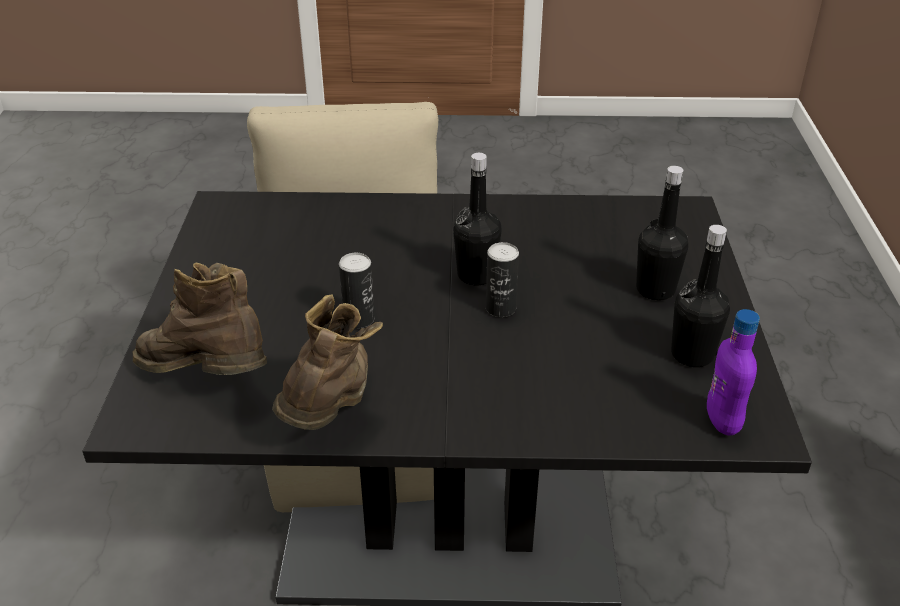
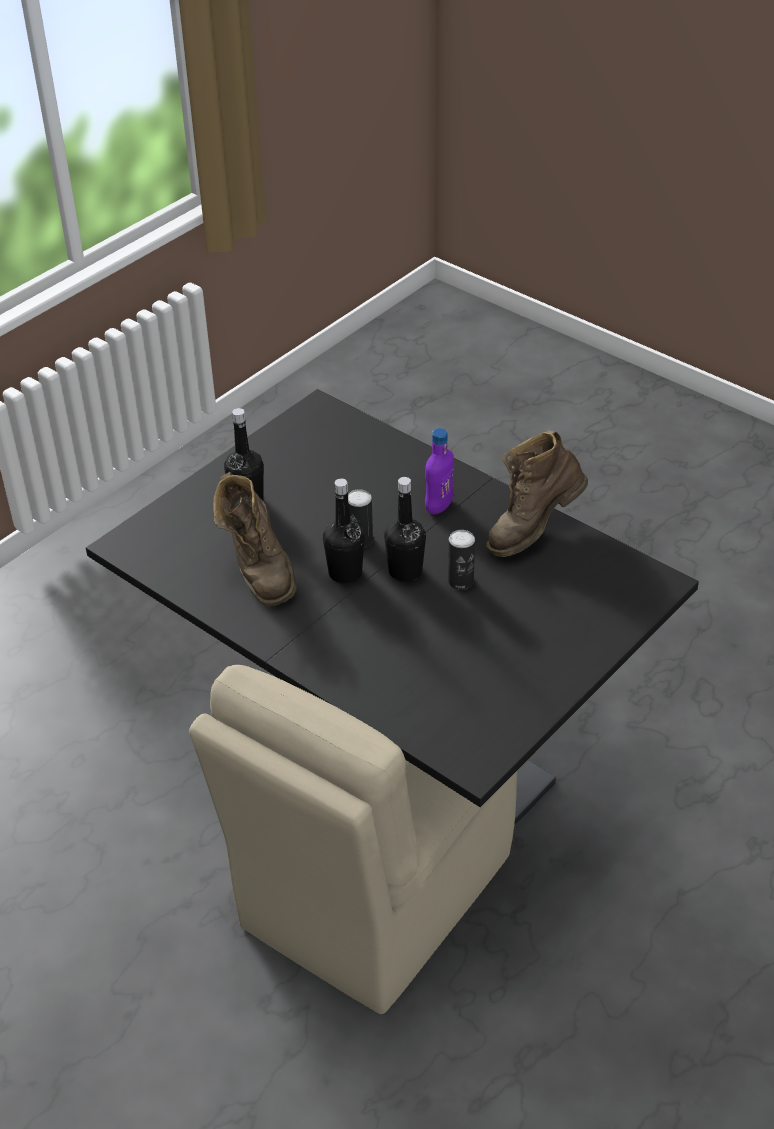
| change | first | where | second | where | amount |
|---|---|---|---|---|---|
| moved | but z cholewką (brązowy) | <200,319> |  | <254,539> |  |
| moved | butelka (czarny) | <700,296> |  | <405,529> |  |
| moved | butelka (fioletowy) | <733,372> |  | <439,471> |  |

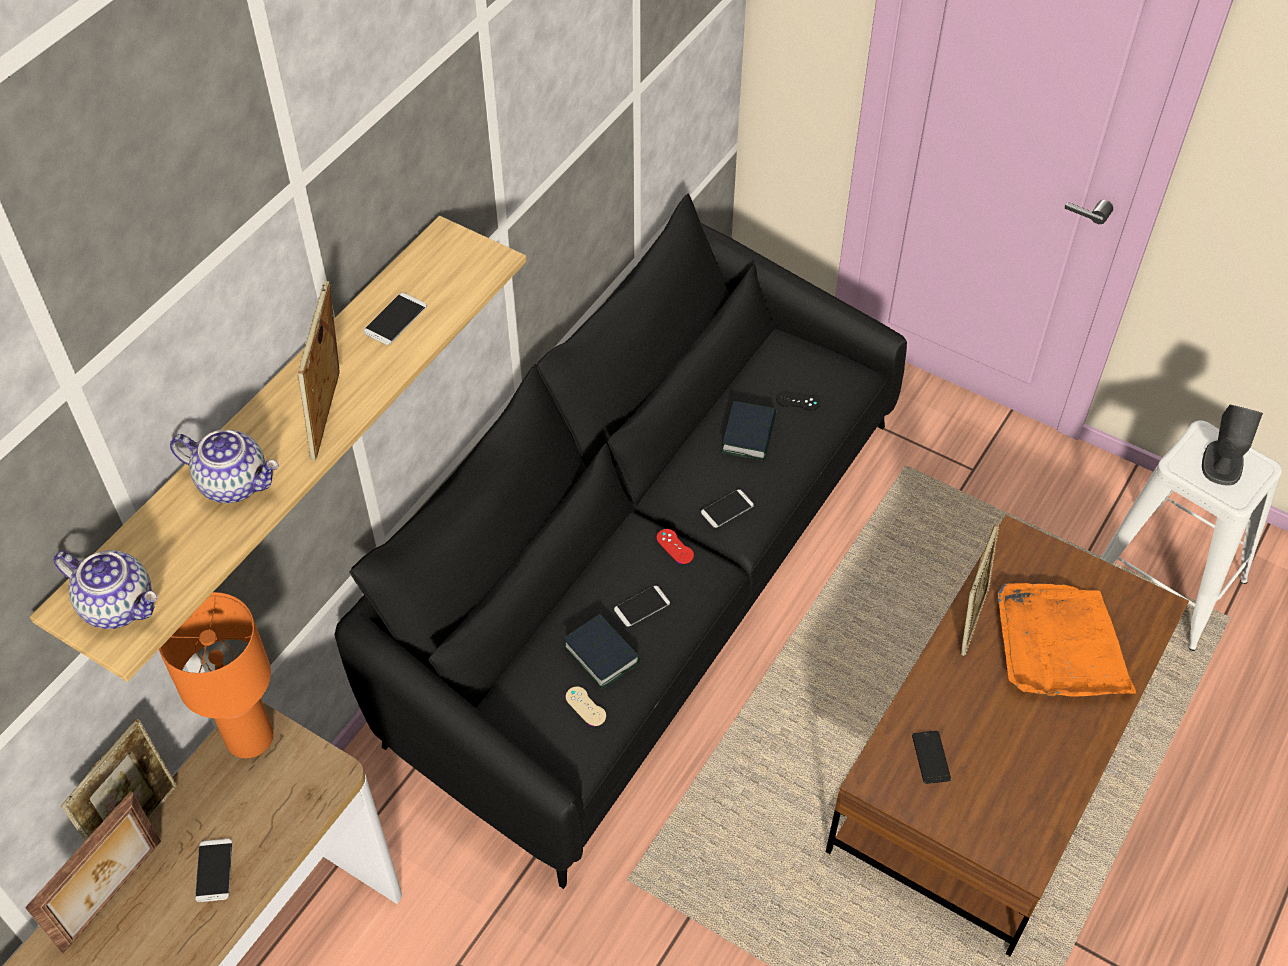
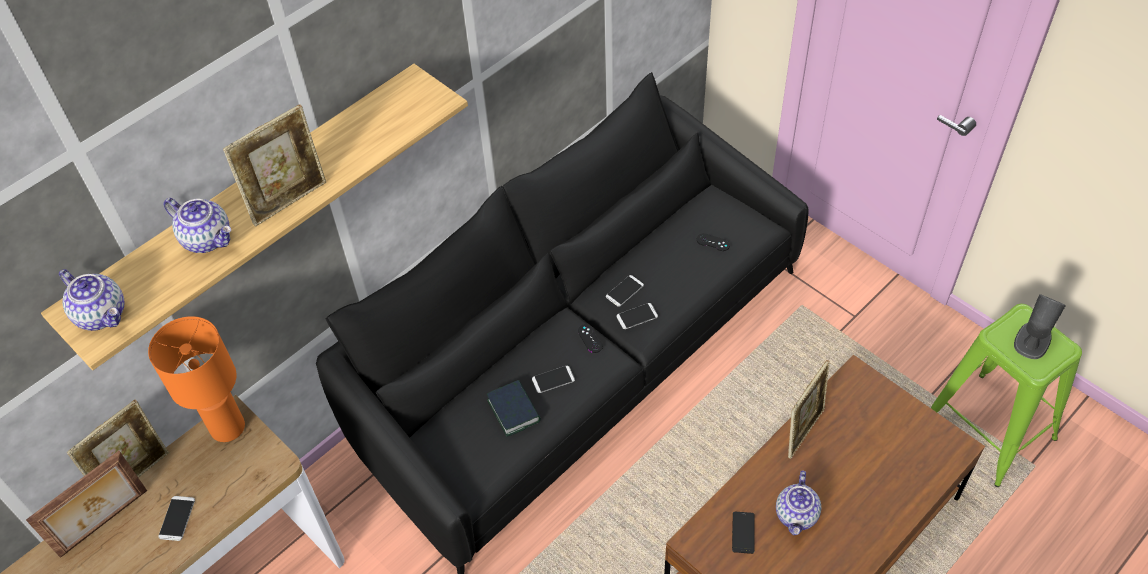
| change | first | where | second | where | amount |
|---|---|---|---|---|---|
| turned | ramka na zdjęcie | <318,370> |  | <274,165> | 150 degrees counterclockwise |
| moved | telefon | <395,319> |  | <625,291> |  |
| removed | pad do gier (beżowy) | <586,706> |  |  |  |
| recoloured | pad do gier (czerwony) | <675,546> | pad do gier (czarny) | <590,338> |  |
| removed | książka | <748,431> |  |  |  |
| removed | taca (pomarańczowy) | <1067,640> |  |  |  |
| recoloured | stołek (biały) | <1191,535> | stołek (zielony) | <1006,395> |  |
| added |  |  | imbryk | <798,503> |  |

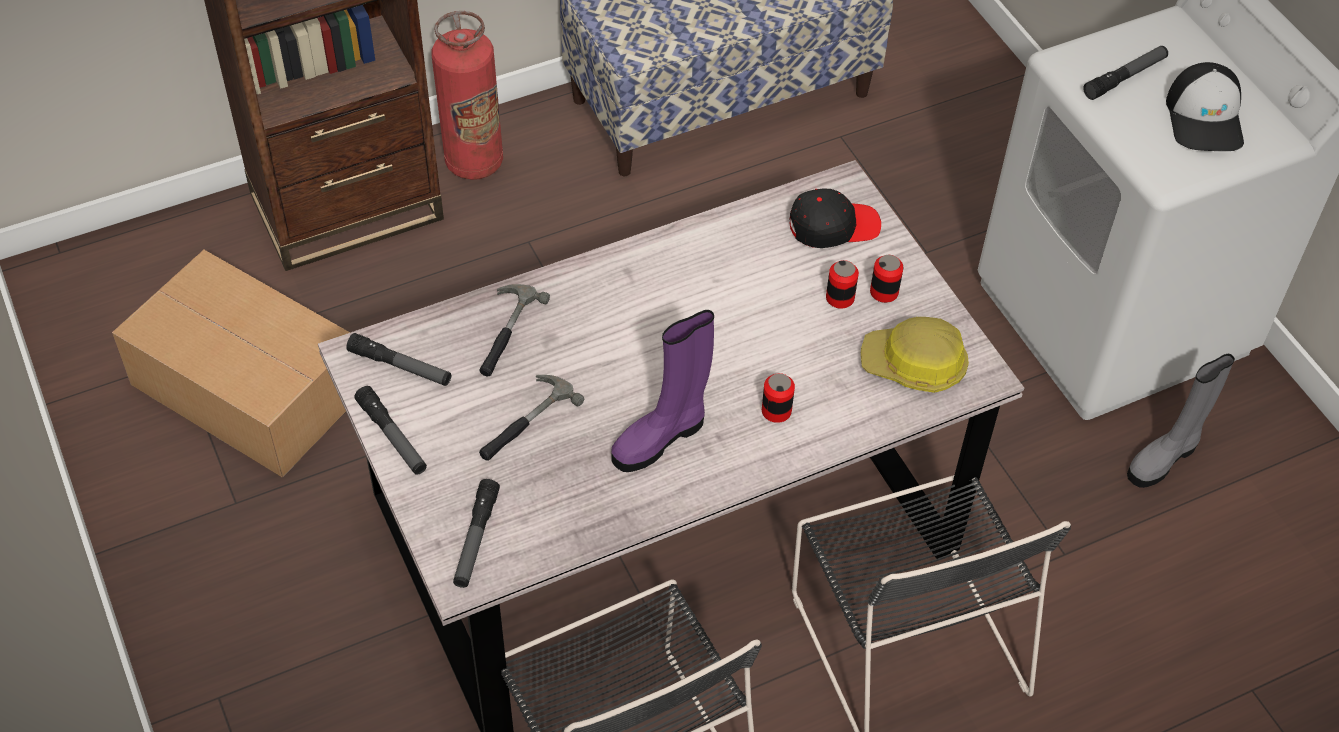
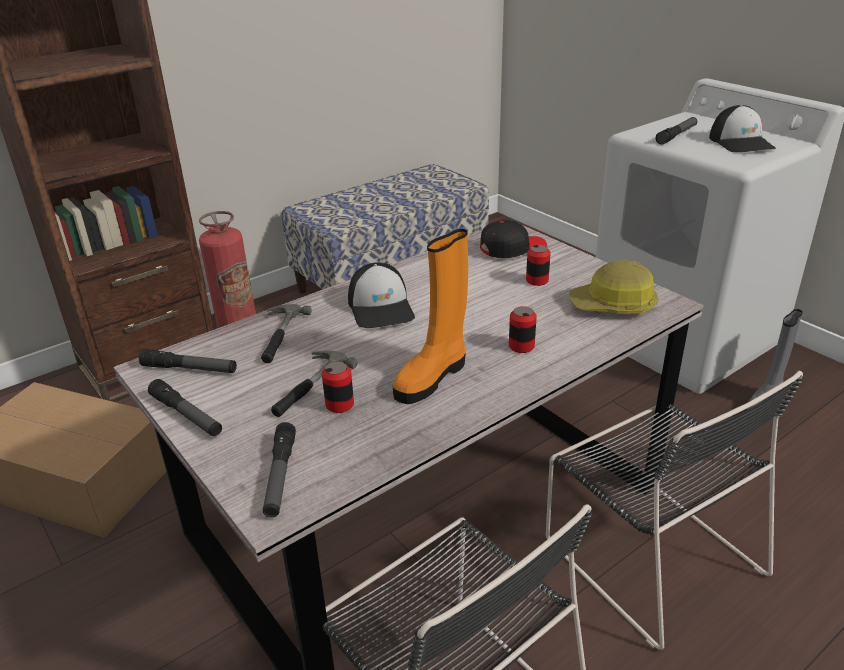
| change | first | where | second | where | amount |
|---|---|---|---|---|---|
| recoloured | but z cholewką (fioletowy) | <662,391> | but z cholewką (pomarańczowy) | <430,316> |  |
| moved | puszka | <886,279> |  | <338,387> |  |
| added |  |  | czapka z daszkiem | <381,295> |  |

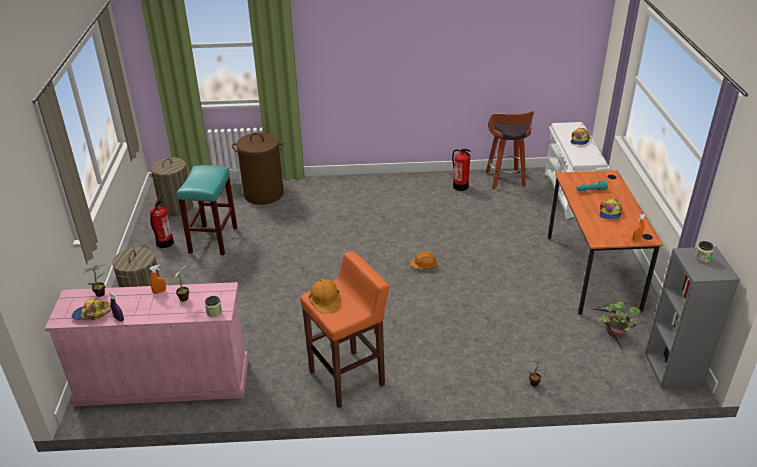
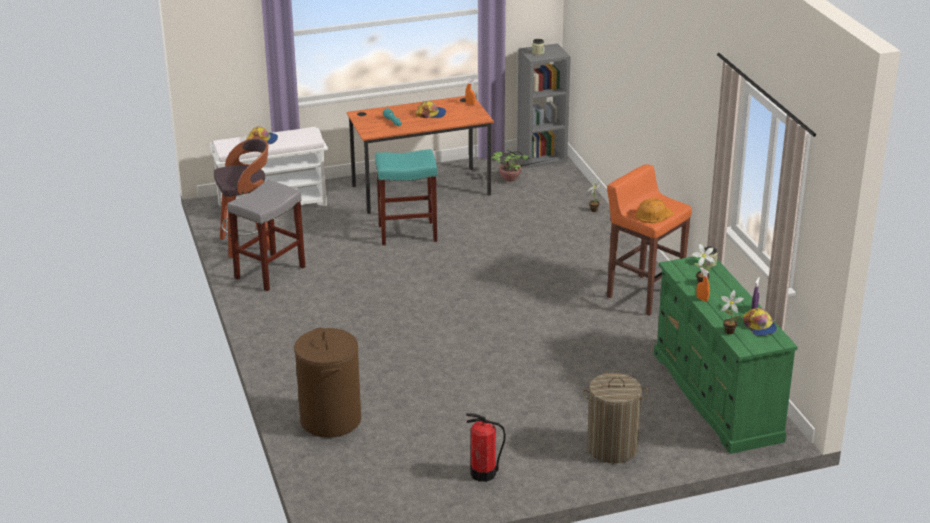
| change | first | where | second | where | amount |
|---|---|---|---|---|---|
| recoloured | komoda (różowy) | <146,344> | komoda (zielony) | <726,355> |  |
| removed | kosz na pranie | <171,186> |  |  |  |
| moved | stołek (turkusowy) | <207,210> |  | <406,197> |  |
| removed | kask (pomarańczowy) | <424,260> |  |  |  |
| replaced | gaśnica | <461,170> | stołek (szary) | <266,236> |  |

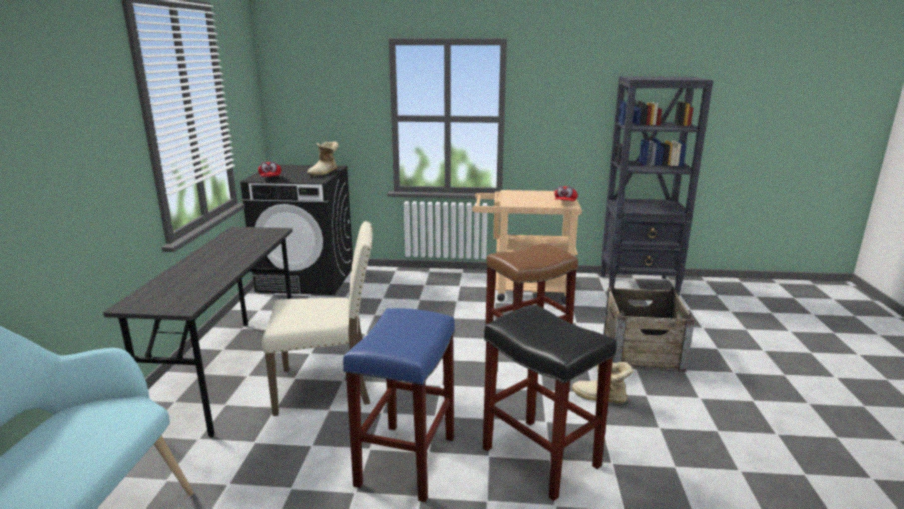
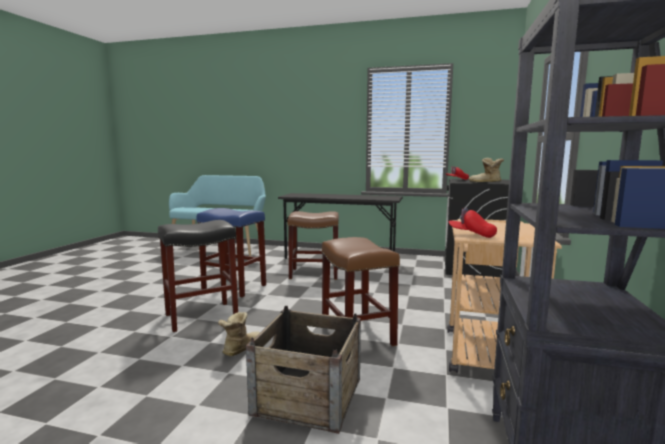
| change | first | where | second | where | amount |
|---|---|---|---|---|---|
| replaced | krzesło (beżowy) | <317,318> | stołek (brązowy) | <313,245> |  |

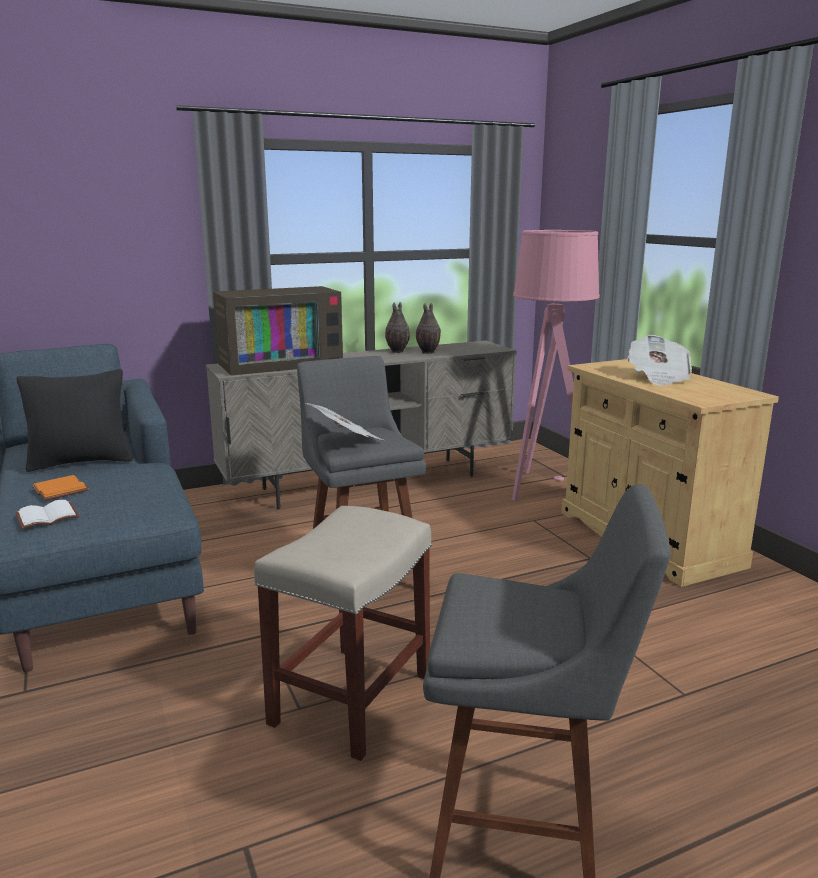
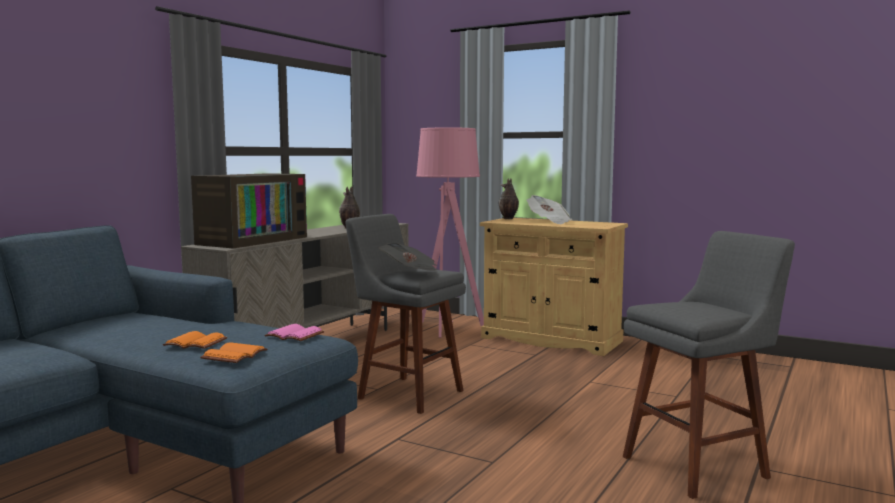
| change | first | where | second | where | amount |
|---|---|---|---|---|---|
| recoloured | książka (biały) | <47,514> | książka (pomarańczowy) | <233,353> |  |
| removed | poduszka (czarny) | <75,420> |  |  |  |
| removed | stołek (beżowy) | <343,633> |  |  |  |
| moved | wazon | <397,327> |  | <509,198> |  |
| added |  |  | książka (różowy) | <294,332> |  |

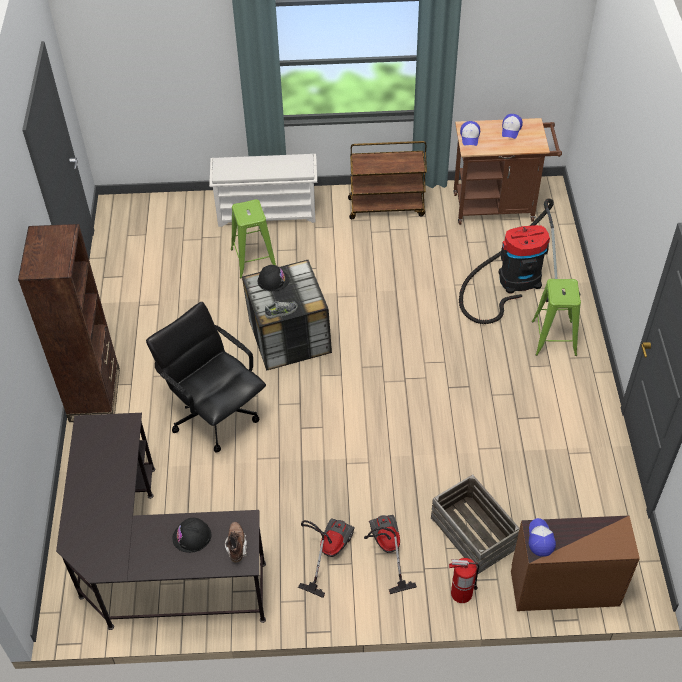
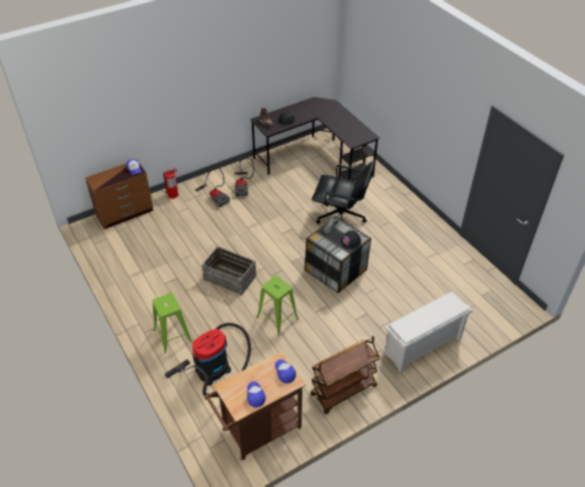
| change | first | where | second | where | amount |
|---|---|---|---|---|---|
| removed | regał (brązowy) | <69,323> |  |  |  |
| moved | stołek (zielony) | <253,238> |  | <278,306> |  |
| moved | skrzynka | <475,524> |  | <229,271> |  |

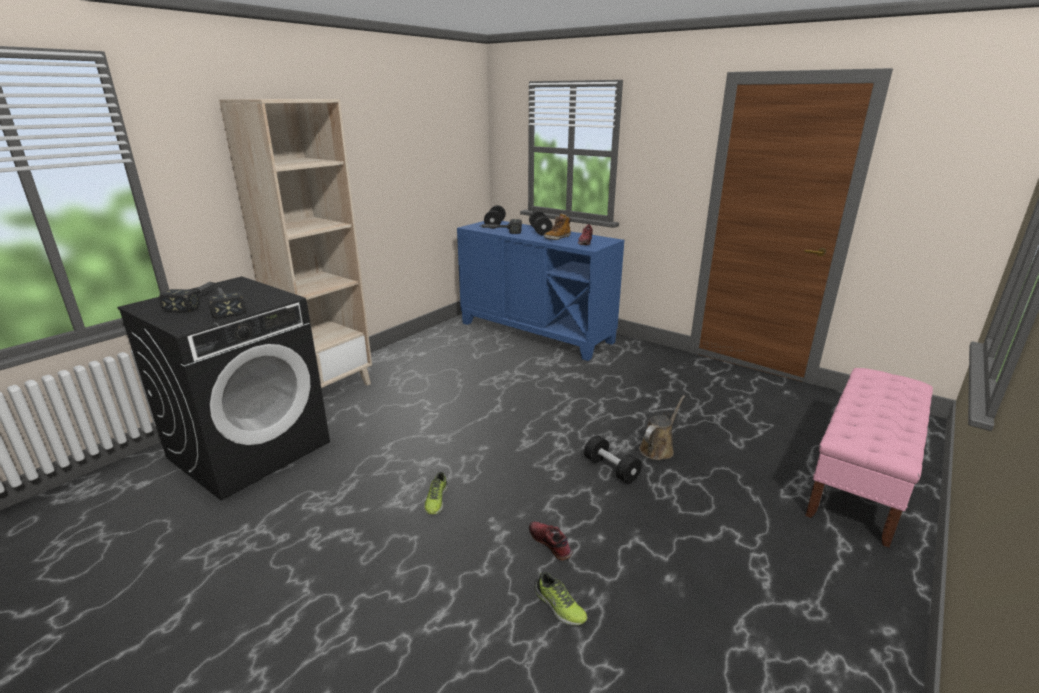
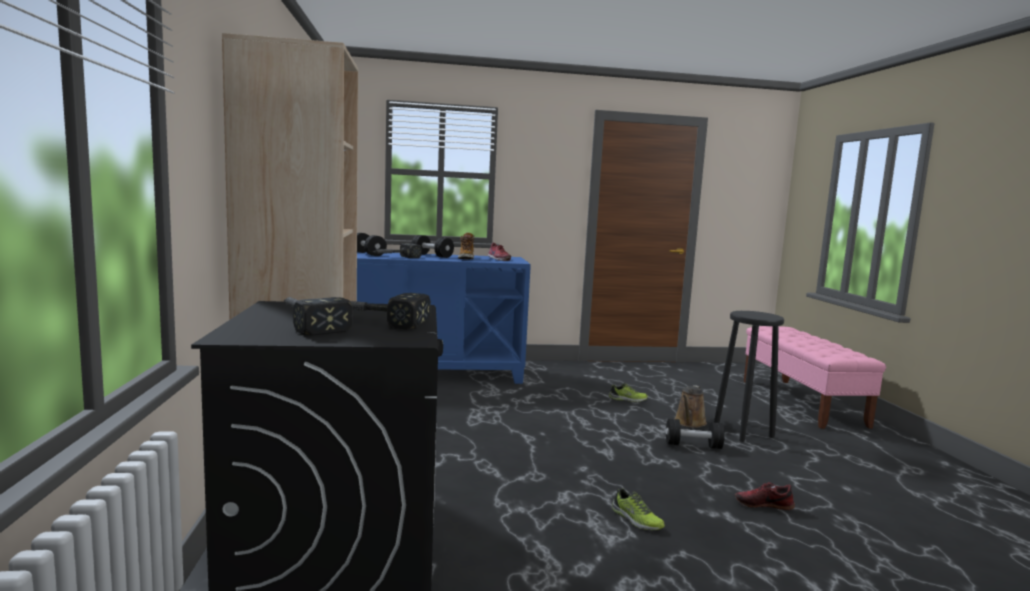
| change | first | where | second | where | amount |
|---|---|---|---|---|---|
| moved | but | <561,598> |  | <628,392> |  |
| turned | konewka (brązowy) | <662,427> |  | <691,406> | 150 degrees counterclockwise |
| added |  |  | stołek (czarny) | <749,376> |  |

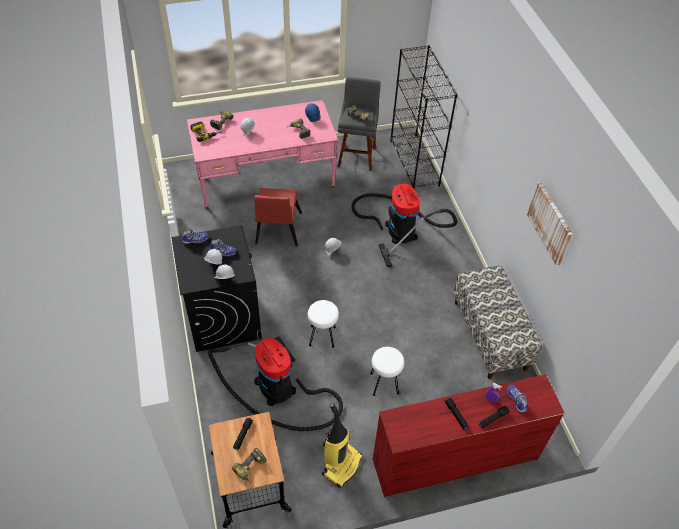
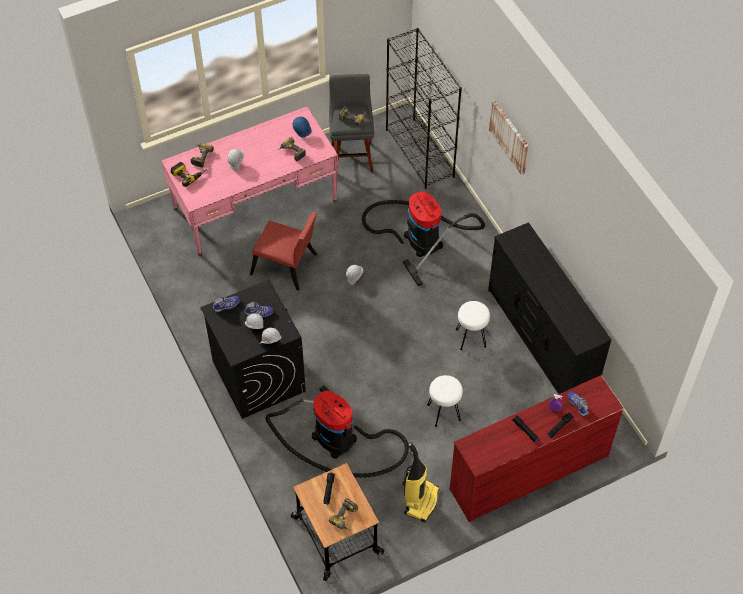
| change | first | where | second | where | amount |
|---|---|---|---|---|---|
| turned | krzesło (czerwony) | <278,217> |  | <284,251> | 60 degrees counterclockwise |
| moved | stołek (biały) | <323,324> |  | <473,325> |  |
| replaced | ławka | <497,322> | komoda (czarny) | <550,308> |  |
| moved | obraz | <550,224> |  | <509,137> |  |

